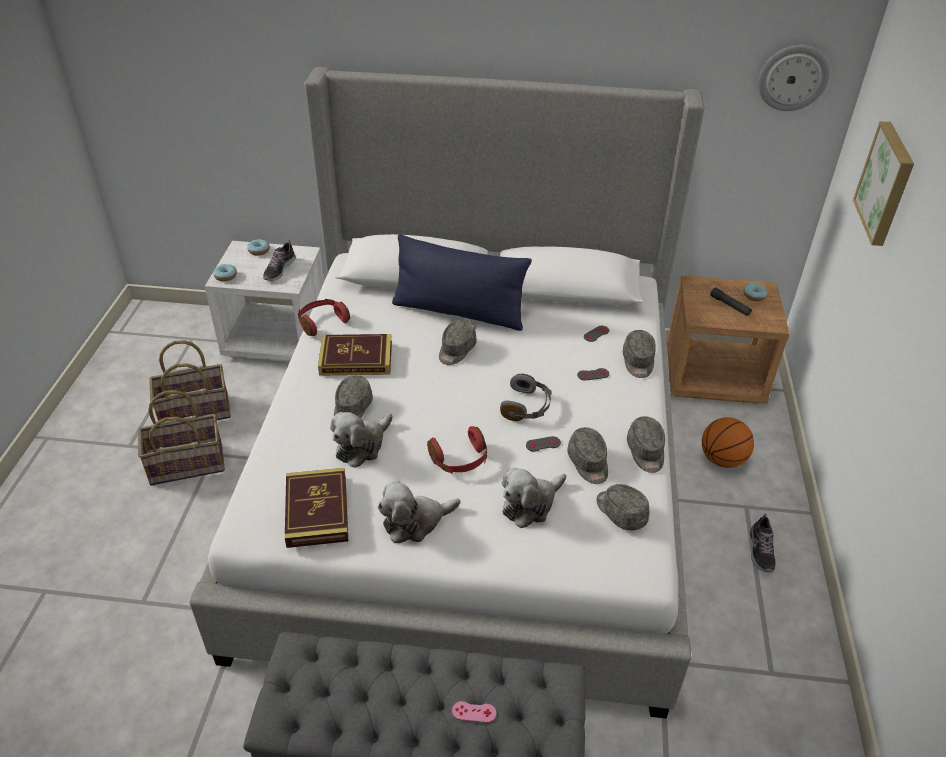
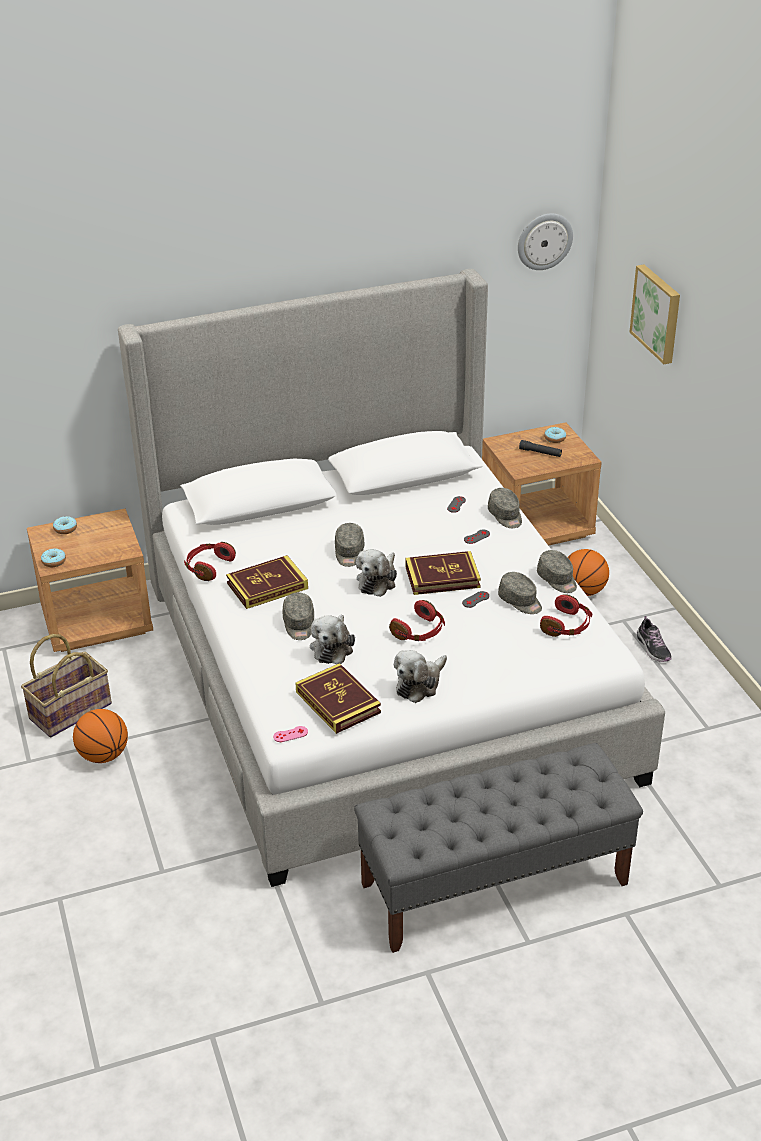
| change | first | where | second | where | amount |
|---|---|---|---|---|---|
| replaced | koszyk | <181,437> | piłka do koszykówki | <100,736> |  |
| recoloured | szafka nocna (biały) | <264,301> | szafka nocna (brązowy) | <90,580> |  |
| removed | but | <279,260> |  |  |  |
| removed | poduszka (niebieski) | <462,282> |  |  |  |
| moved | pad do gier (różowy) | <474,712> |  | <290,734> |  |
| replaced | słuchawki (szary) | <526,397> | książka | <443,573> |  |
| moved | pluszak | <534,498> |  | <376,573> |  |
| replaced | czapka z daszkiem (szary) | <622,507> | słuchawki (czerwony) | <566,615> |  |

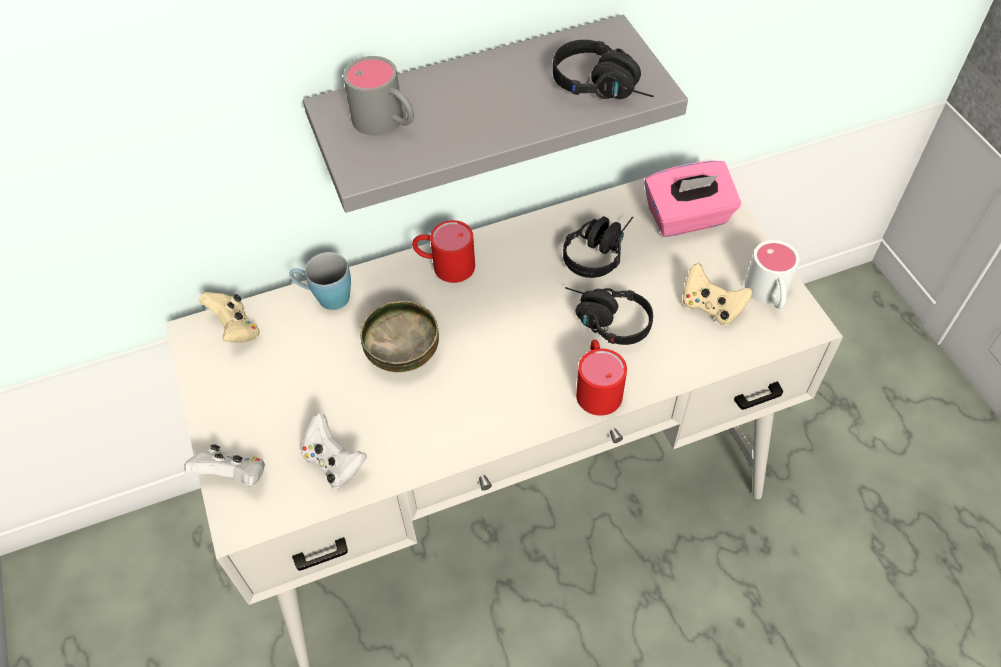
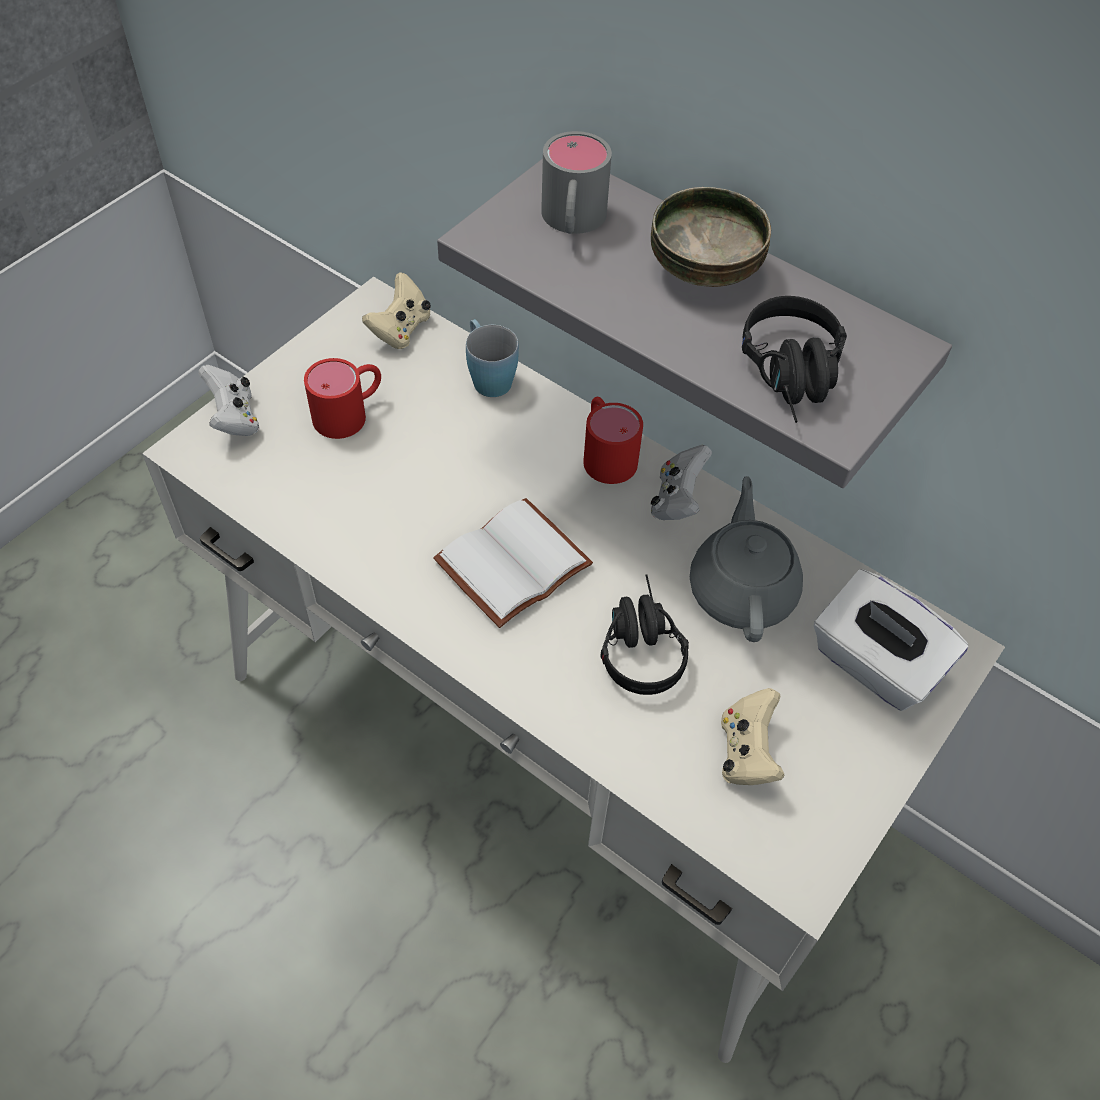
| change | first | where | second | where | amount |
|---|---|---|---|---|---|
| moved | pad do gier (biały) | <333,450> |  | <681,482> |  |
| moved | miska | <399,336> |  | <711,237> |  |
| replaced | słuchawki (czarny) | <598,247> | imbryk (szary) | <746,559> |  |
| moved | kubek (czerwony) | <601,378> |  | <342,398> |  |
| recoloured | pudełko chusteczek (różowy) | <692,198> | pudełko chusteczek (biały) | <891,640> |  |
| removed | kubek (biały) | <772,274> |  |  |  |
| added |  |  | książka (biały) | <513,563> |  |

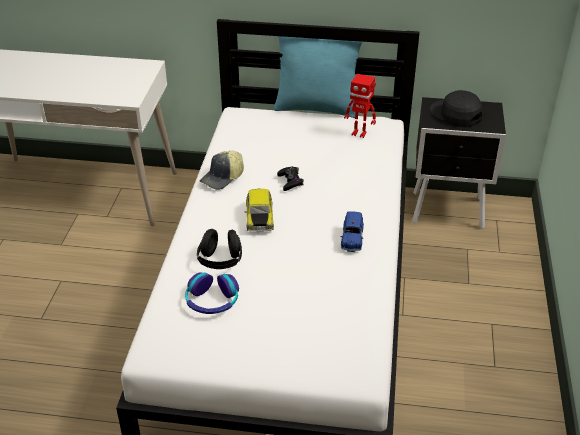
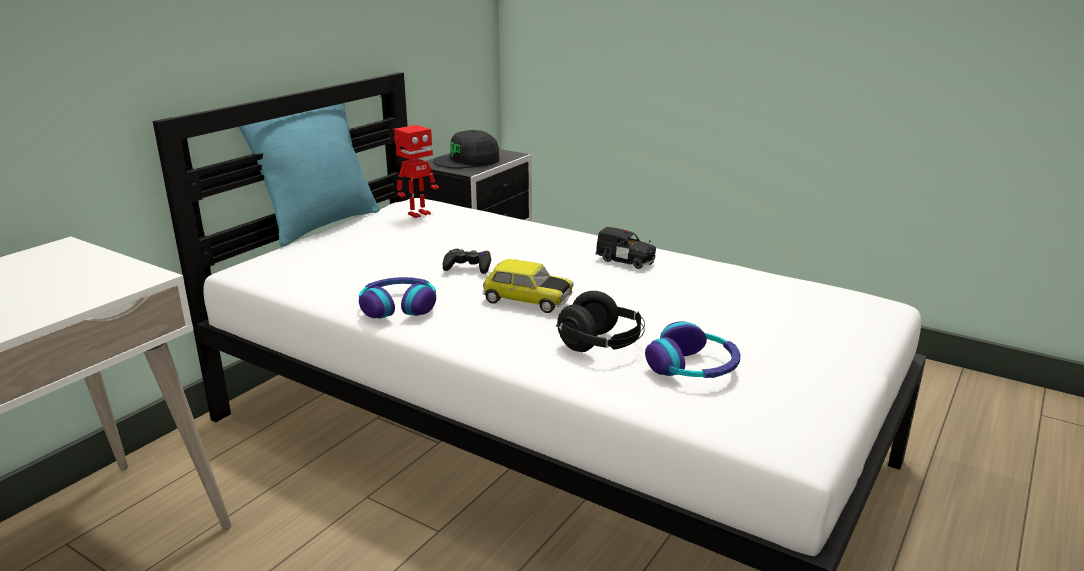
| change | first | where | second | where | amount |
|---|---|---|---|---|---|
| replaced | czapka z daszkiem | <222,170> | słuchawki | <397,297> |  |
| recoloured | samochodzik (niebieski) | <352,231> | samochodzik (czarny) | <626,248> |  |

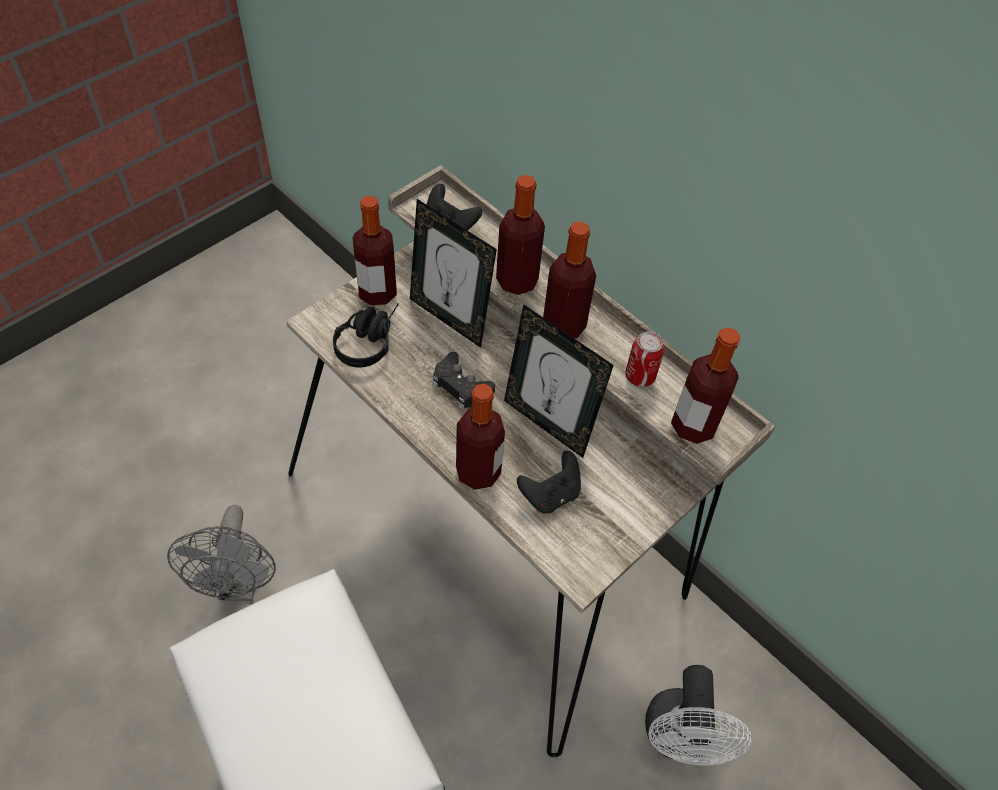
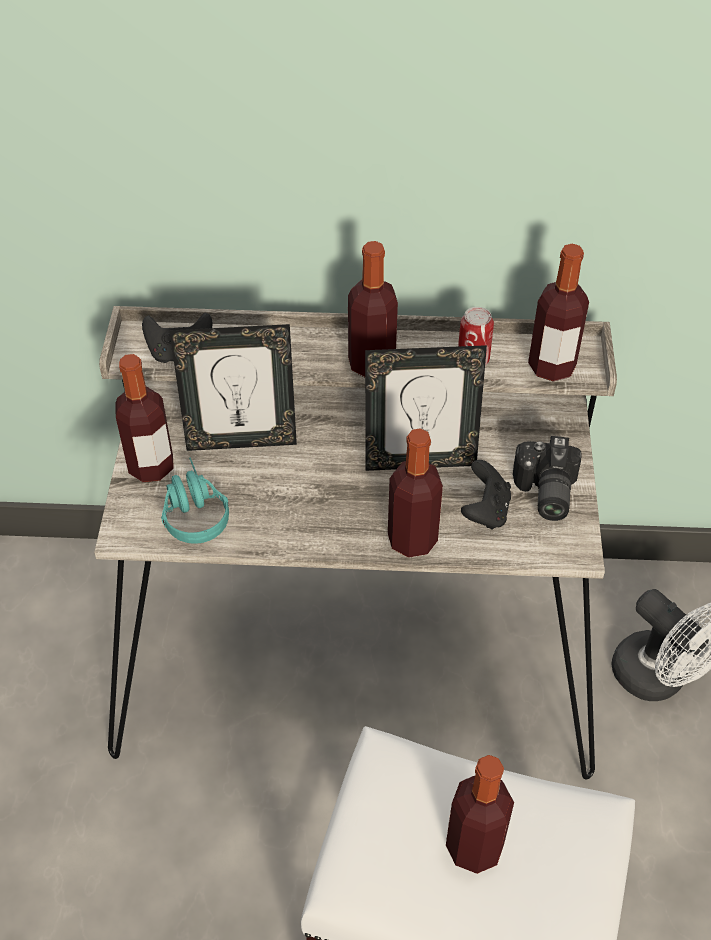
| change | first | where | second | where | amount |
|---|---|---|---|---|---|
| removed | wentylator (szary) | <221,553> |  |  |  |
| recoloured | słuchawki (czarny) | <366,335> | słuchawki (turkusowy) | <195,501> |  |
| removed | pad do gier (czarny) | <464,381> |  |  |  |
| moved | butelka | <520,235> |  | <480,814> |  |
| added |  |  | aparat fotograficzny | <547,478> |  |

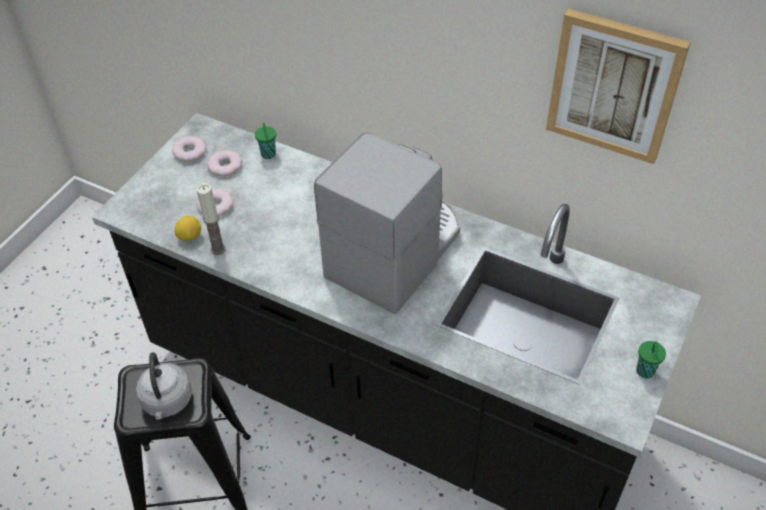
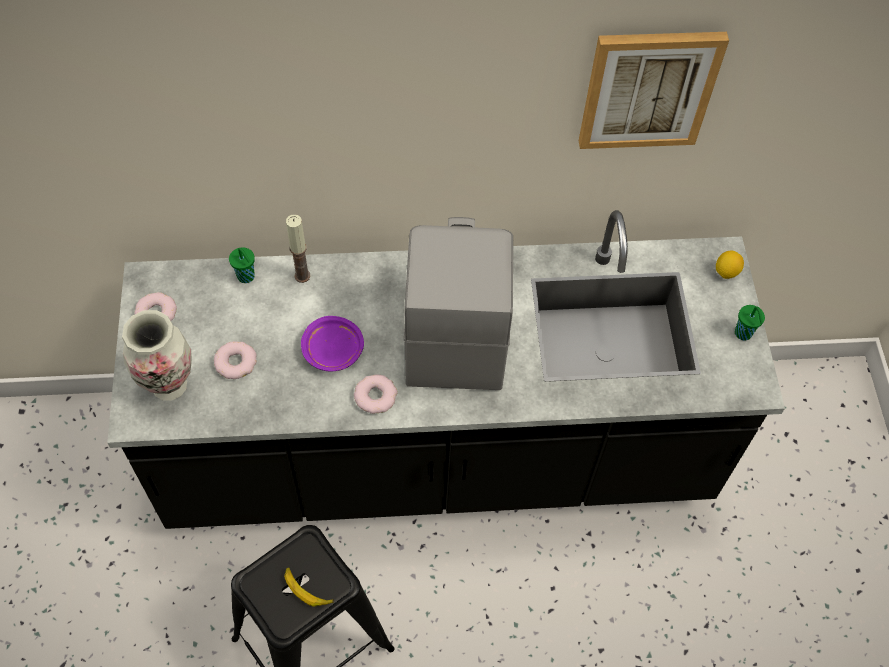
| change | first | where | second | where | amount |
|---|---|---|---|---|---|
| replaced | czajnik (szary) | <164,386> | banan | <309,587> |  |
| moved | cytryna | <187,228> |  | <730,265> |  |
| moved | świeca | <211,219> |  | <298,248> |  |
| moved | donut | <224,163> |  | <376,394> |  |
| added |  |  | wazon | <157,355> |  |
| added |  |  | talerz (fioletowy) | <332,344> |  |

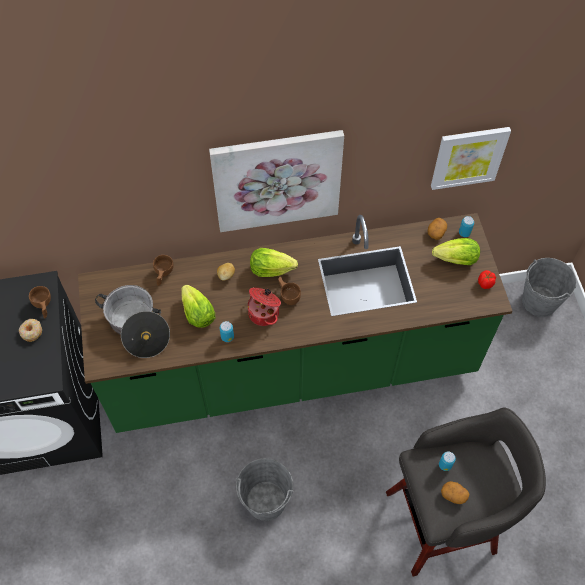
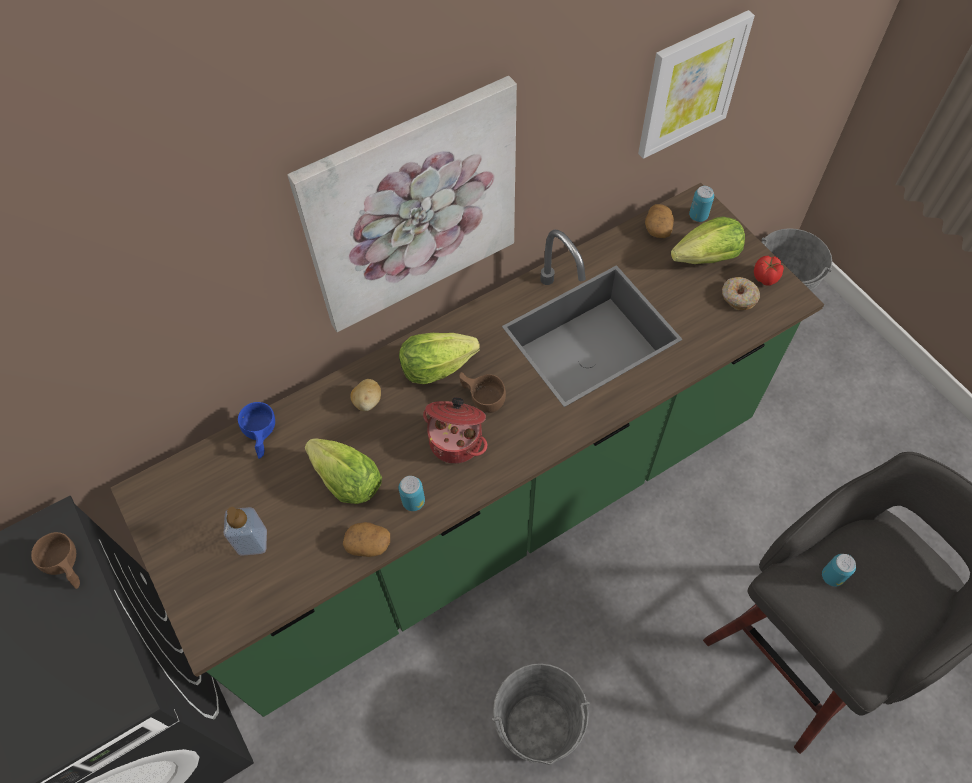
| change | first | where | second | where | amount |
|---|---|---|---|---|---|
| moved | donut | <30,330> |  | <741,293> |  |
| replaced | garnek | <132,321> | dozownik mydła | <245,531> |  |
| recoloured | filiżanka (brązowy) | <163,270> | filiżanka (niebieski) | <256,430> |  |
| moved | ziemniak | <455,492> |  | <366,539> |  |

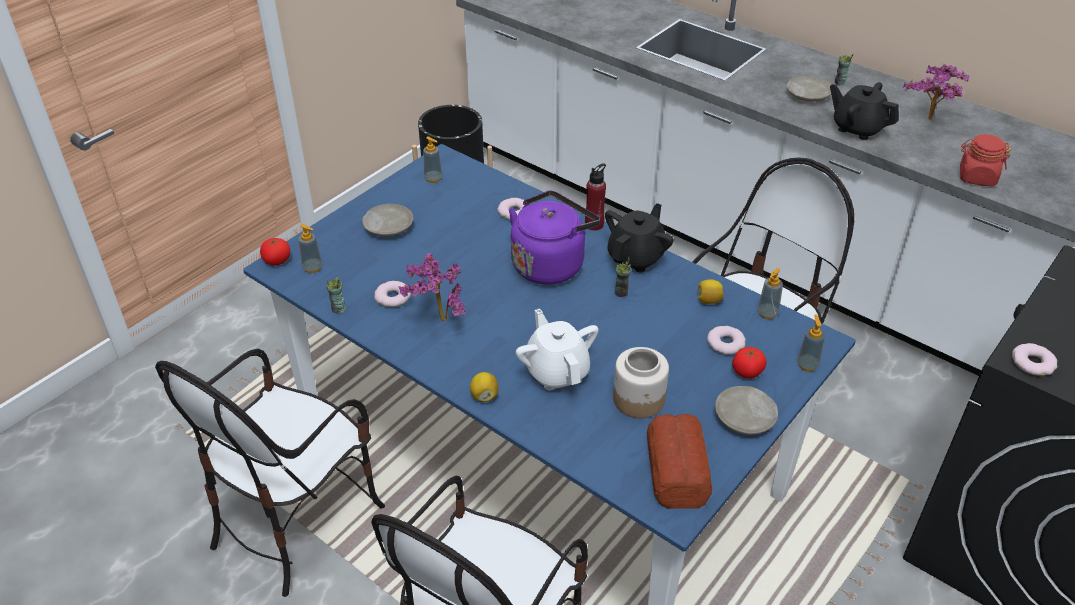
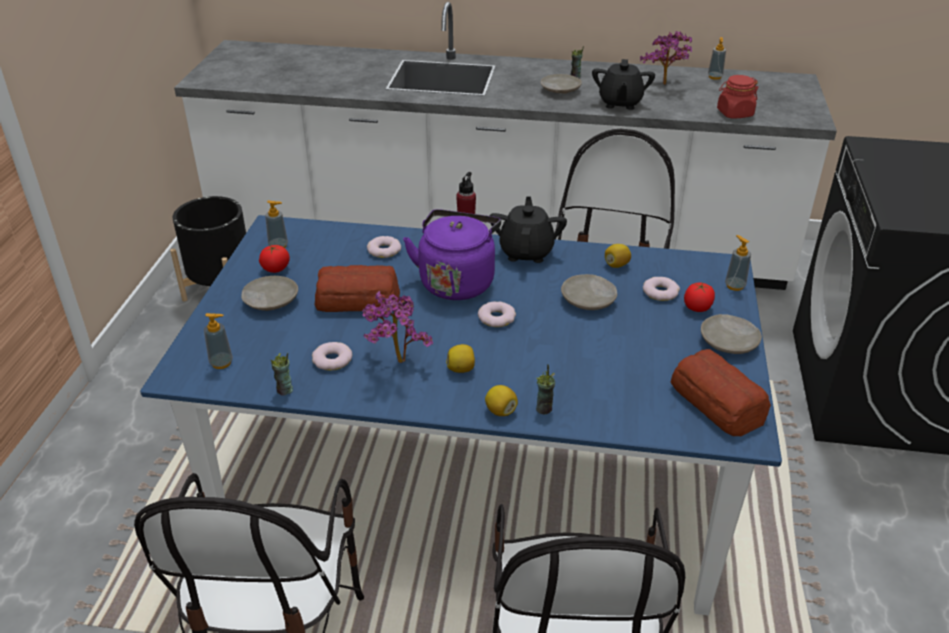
| change | first | where | second | where | amount |
|---|---|---|---|---|---|
| moved | pomidor | <275,252> |  | <274,259> |  |
| removed | imbryk (biały) | <557,349> |  |  |  |
| removed | słoik | <641,382> |  |  |  |
| moved | filiżanka | <623,276> |  | <545,389> |  |
| moved | dozownik mydła | <770,293> |  | <717,58> |  |
| turned | imbryk (czarny) | <864,111> |  | <623,84> | 90 degrees counterclockwise |
| moved | donut | <1034,359> |  | <497,314> |  |
| added |  |  | chleb | <357,288> |  |
| added |  |  | cytryna | <460,358> |  |
| added |  |  | talerz (beżowy) | <589,292> |  |

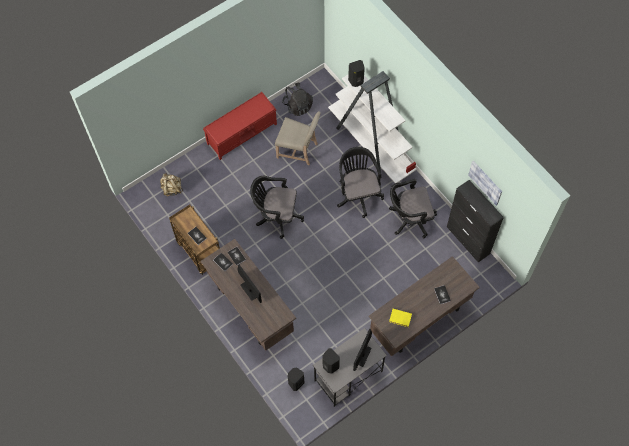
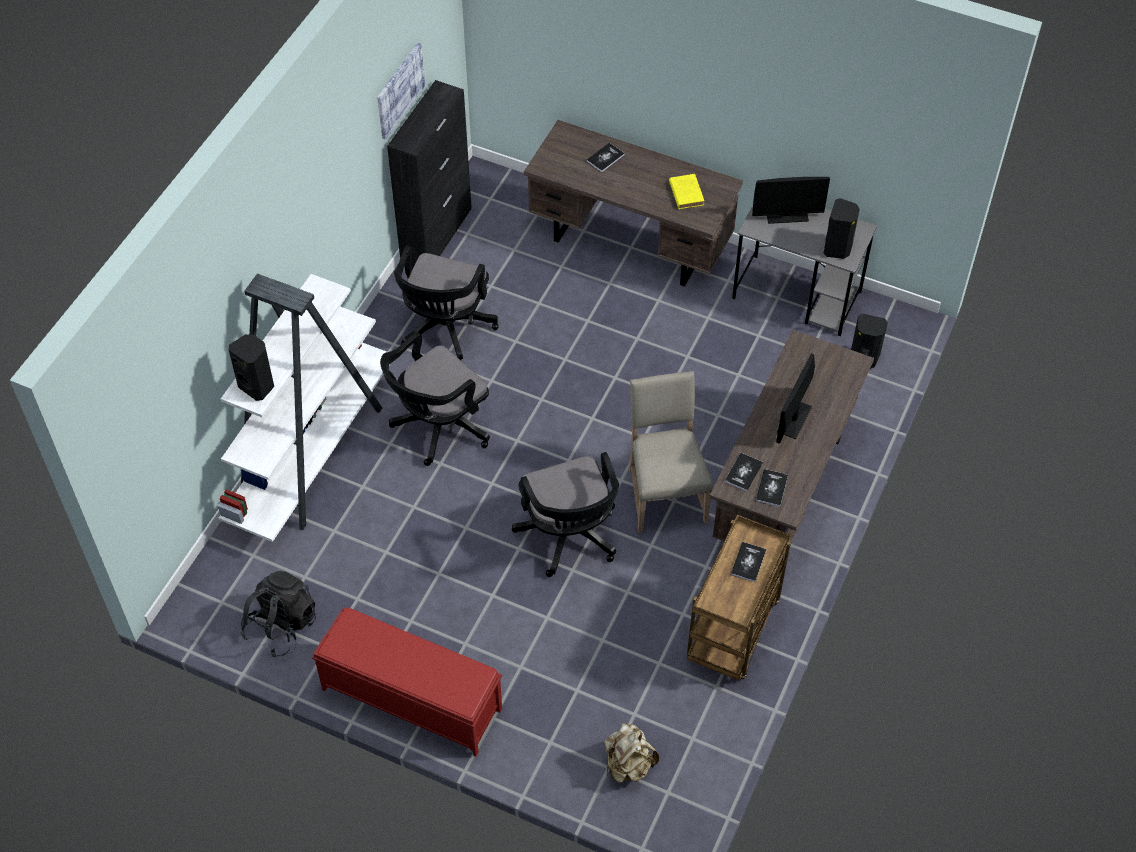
| change | first | where | second | where | amount |
|---|---|---|---|---|---|
| moved | krzesło (beżowy) | <298,138> |  | <671,452> |  |
| turned | krzesło biurowe (czarny) | <413,208> |  | <446,303> | 60 degrees clockwise |

